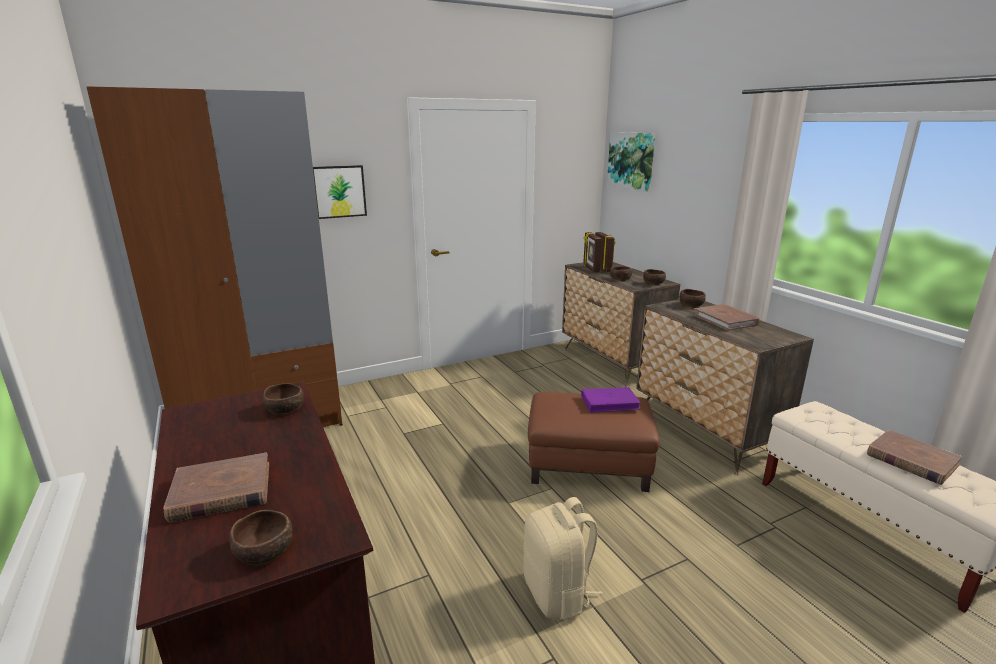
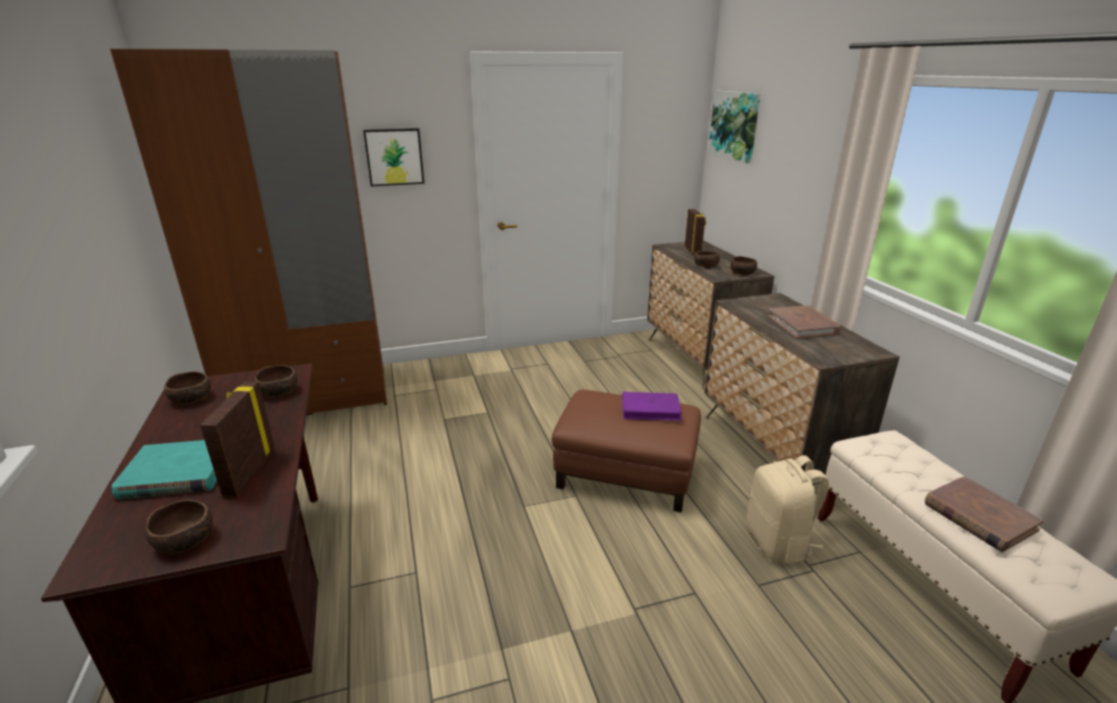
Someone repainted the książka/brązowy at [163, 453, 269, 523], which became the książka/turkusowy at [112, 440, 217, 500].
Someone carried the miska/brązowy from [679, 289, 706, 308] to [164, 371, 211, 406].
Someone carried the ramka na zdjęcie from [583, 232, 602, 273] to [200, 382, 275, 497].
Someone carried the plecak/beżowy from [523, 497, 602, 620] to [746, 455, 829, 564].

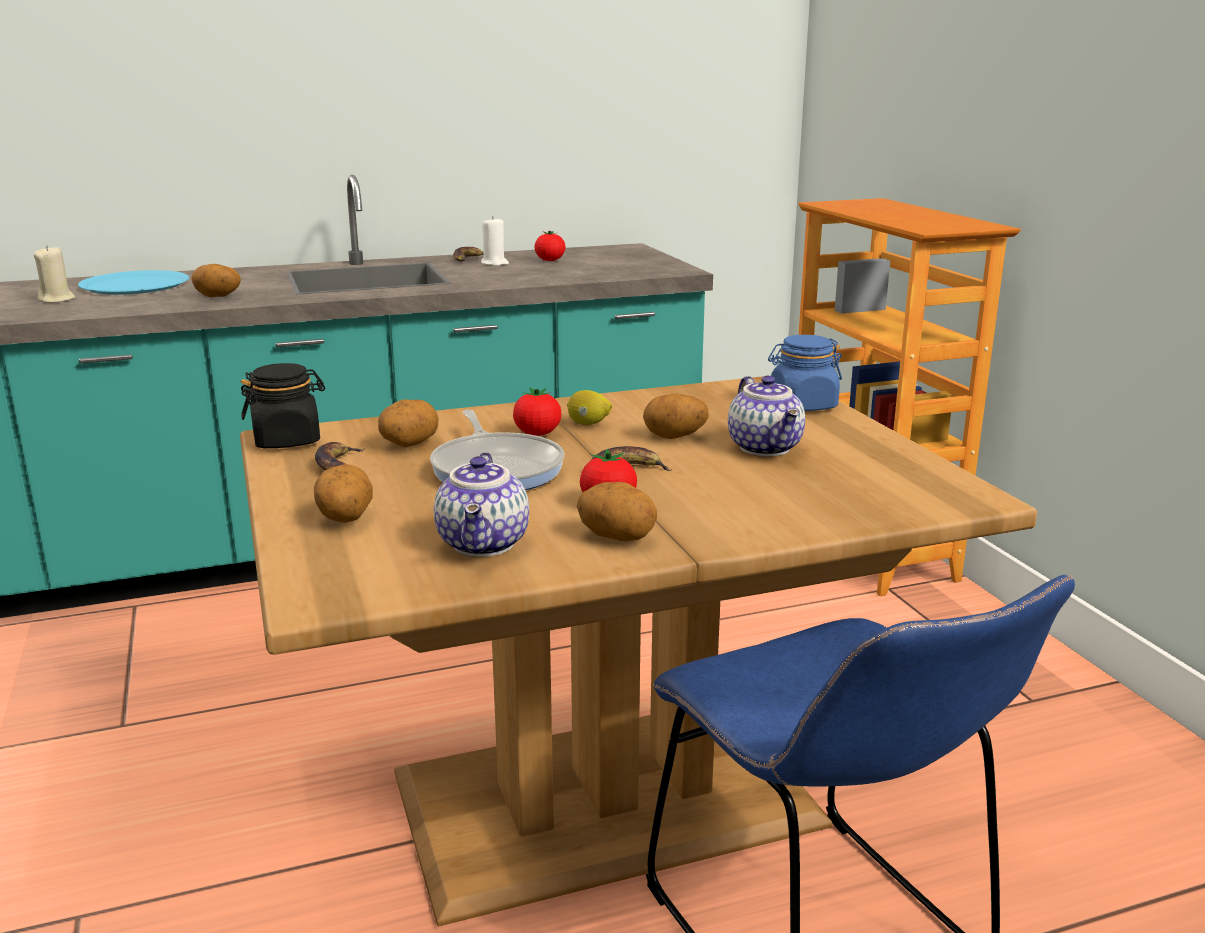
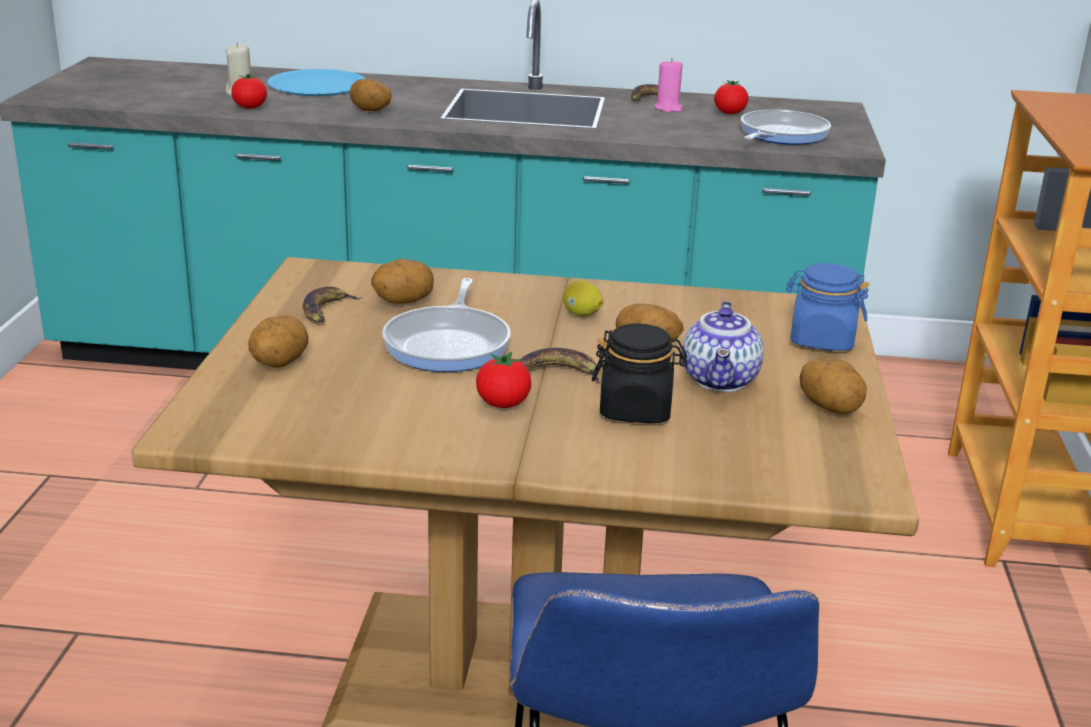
Someone carried the pomidor from [513, 388, 561, 436] to [231, 73, 267, 109].
Someone carried the słoik/czarny from [241, 363, 325, 448] to [592, 323, 687, 423].
Someone repainted the świeca/biały at [481, 216, 509, 266], which became the świeca/różowy at [654, 58, 683, 112].
Someone put down the patelnia at [741, 110, 831, 145].
Someone carried the ziemniak from [577, 482, 657, 542] to [800, 357, 867, 414].
Someone took away the imbryk at [434, 452, 529, 557].

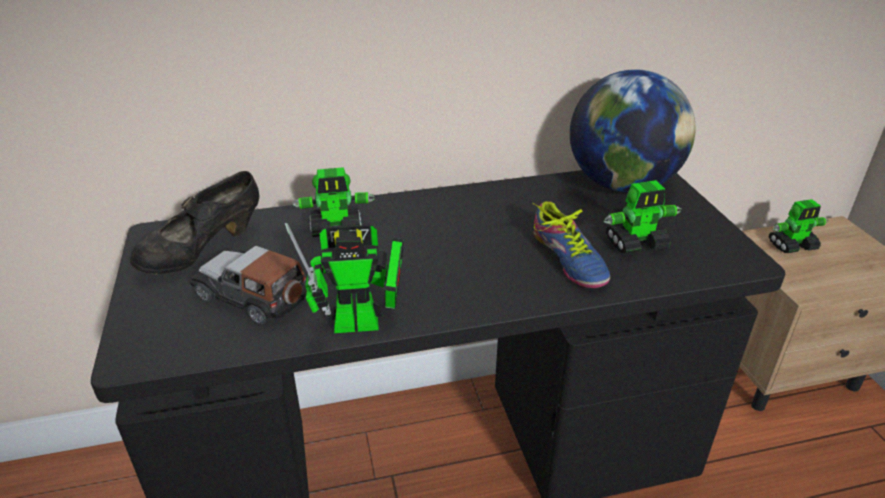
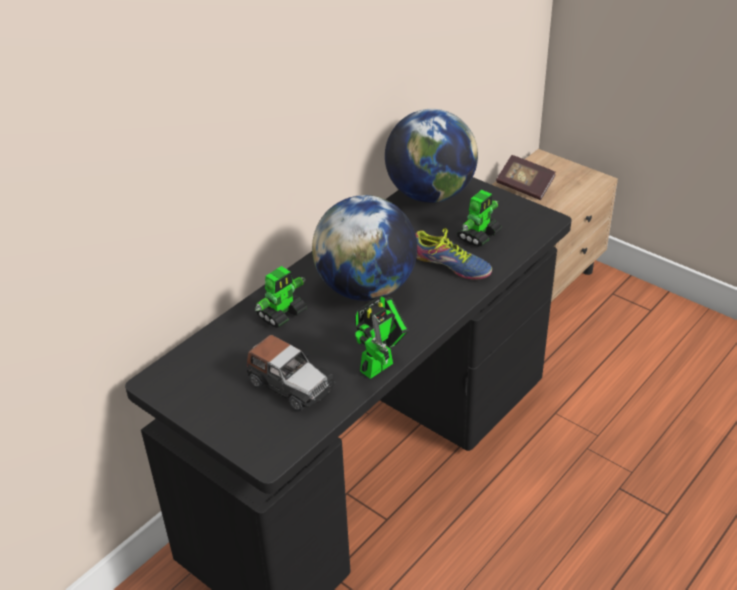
Someone rotated the samochodzik at [190, 245, 307, 325] by 135 degrees counterclockwise.
Someone put down the globus at [312, 195, 417, 301].
Someone swapped the robot zabawkowy at [768, 199, 828, 253] for the książka at [496, 155, 555, 200].
Someone took away the but/czarny at [130, 171, 259, 275].

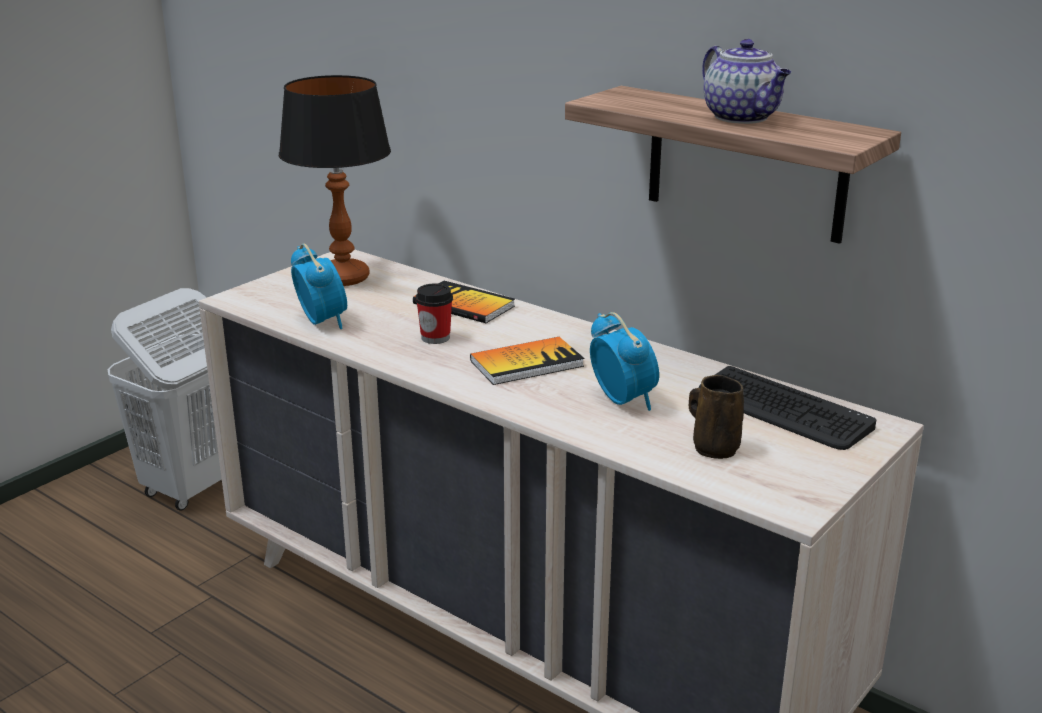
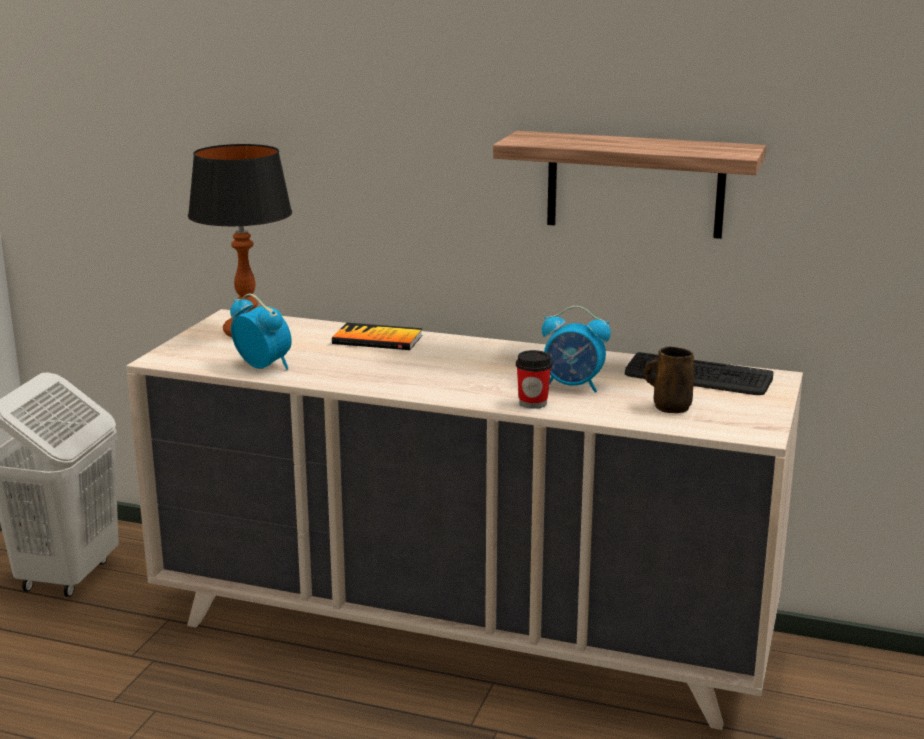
Someone carried the filiżanka from [415, 283, 453, 344] to [516, 350, 552, 409].
Someone rotated the budzik at [590, 312, 659, 411] by 150 degrees clockwise.
Someone took away the książka at [470, 337, 584, 385].
Someone took away the imbryk at [702, 39, 791, 124].

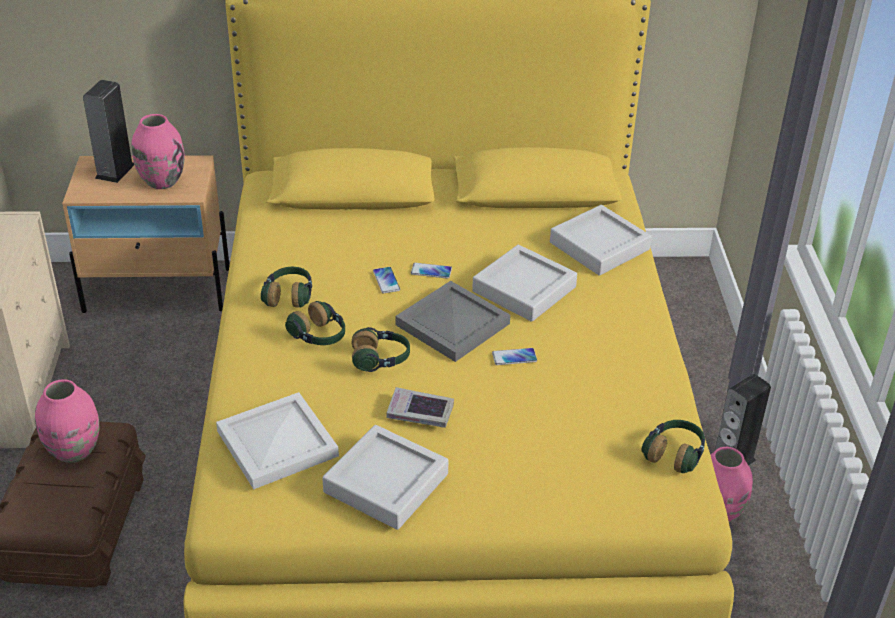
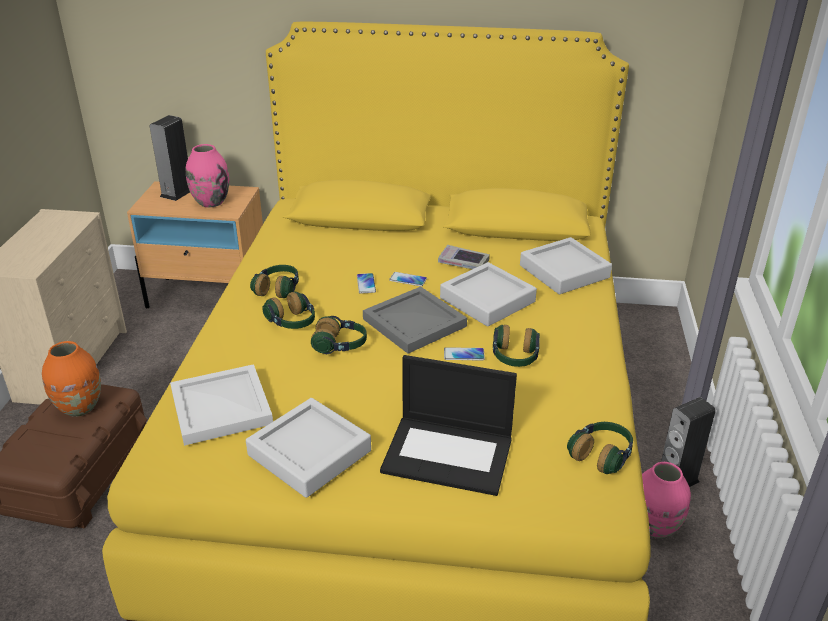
Someone repainted the wazon/różowy at [35, 379, 99, 463], which became the wazon/pomarańczowy at [42, 341, 101, 417].
Someone put down the laptop at [380, 355, 517, 496].
Someone carried the książka from [387, 387, 454, 428] to [438, 245, 490, 269].
Someone put down the słuchawki at [493, 325, 540, 367].

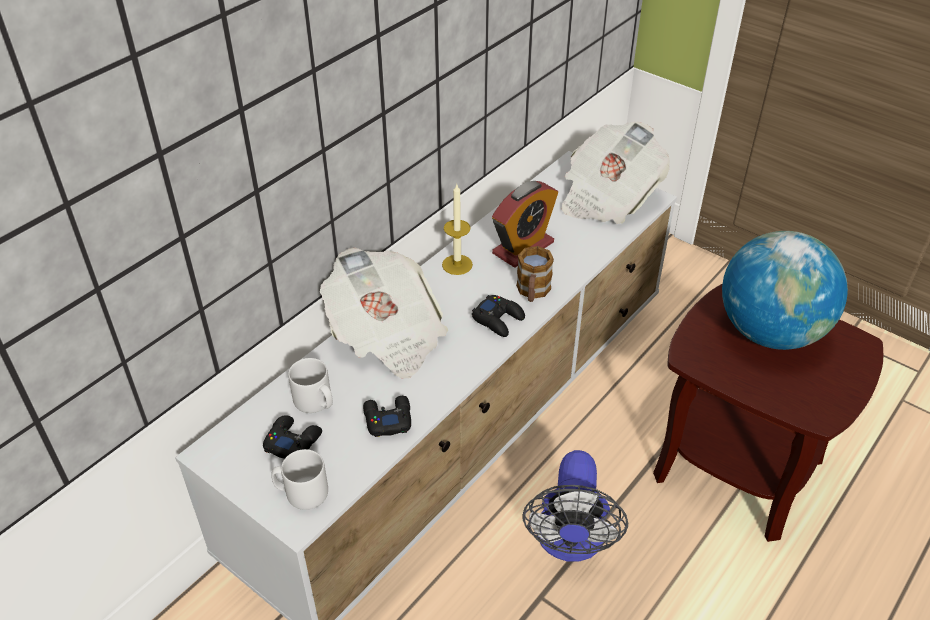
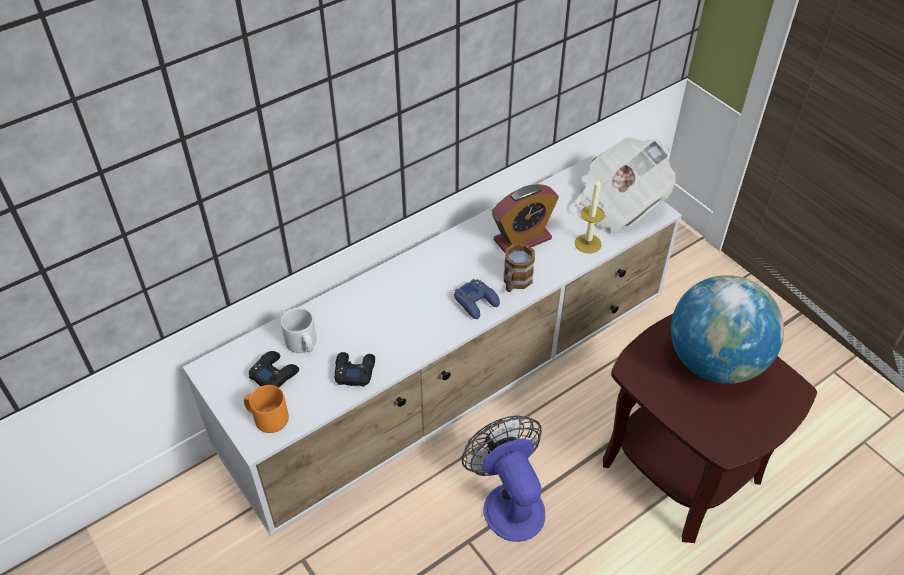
Someone repainted the kubek/szary at [271, 449, 328, 510], which became the kubek/pomarańczowy at [244, 385, 289, 433].
Someone repainted the pad do gier/czarny at [472, 295, 525, 337], which became the pad do gier/niebieski at [454, 279, 500, 319].
Someone rotated the wentylator at [522, 450, 628, 562] by 135 degrees clockwise.
Someone carried the świeca from [442, 184, 473, 275] to [575, 178, 605, 253].
Someone took away the gazeta at [320, 247, 448, 378].

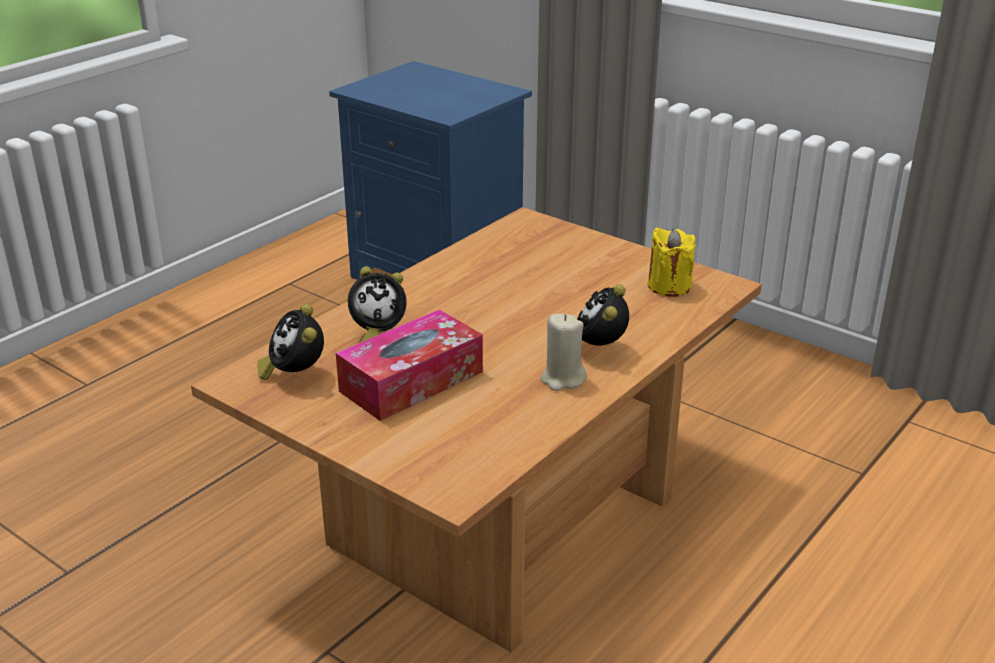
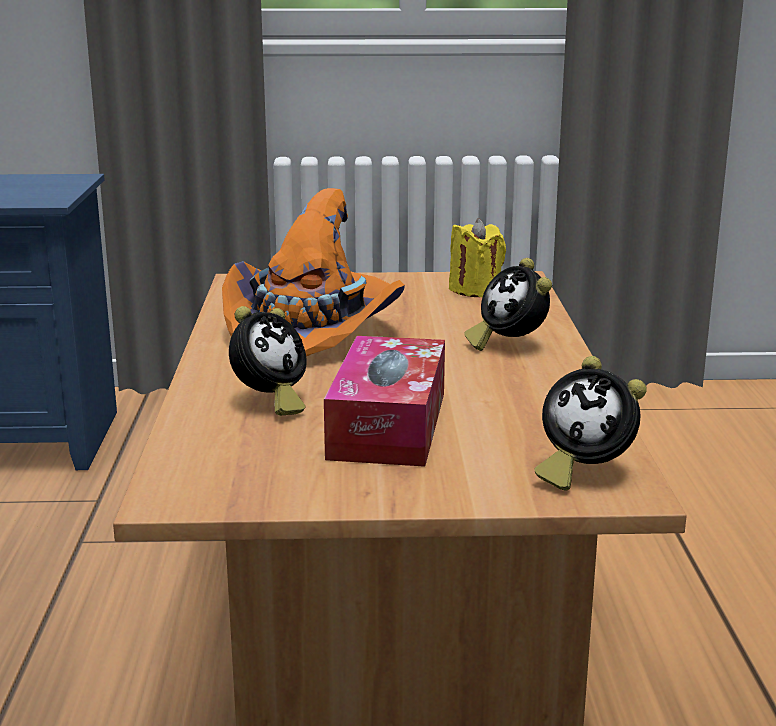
Someone put down the kapelusz/pomarańczowy at [222, 188, 405, 356].
Someone carried the budzik from [257, 304, 324, 380] to [535, 356, 647, 490].
Someone took away the świeca/beżowy at [541, 313, 587, 391].

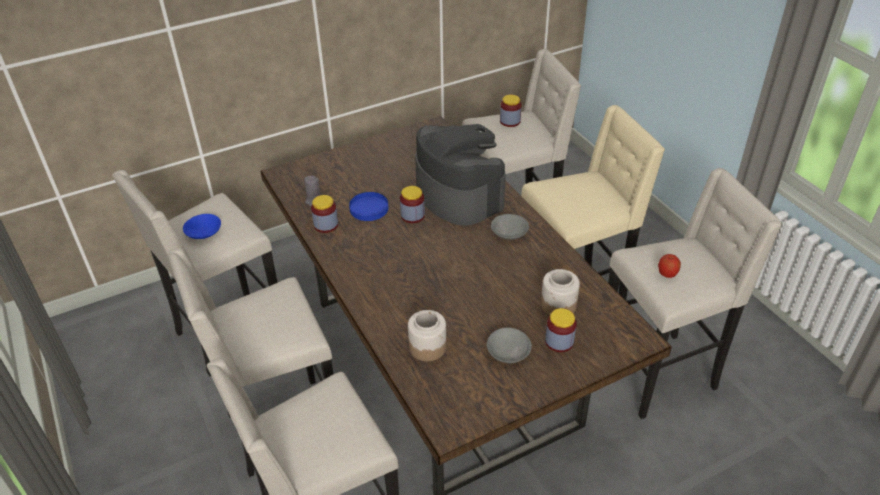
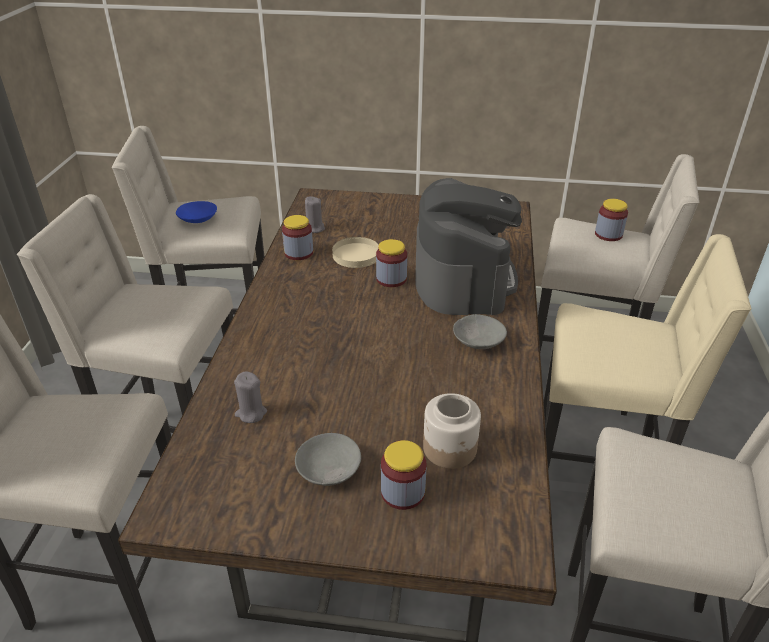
Someone swapped the słoik at [408, 310, 446, 361] for the świeca/szary at [234, 371, 267, 423].
Someone repainted the talerz/niebieski at [349, 192, 389, 221], which became the talerz/beżowy at [332, 237, 379, 268].
Someone took away the jabłko at [658, 254, 681, 278].

